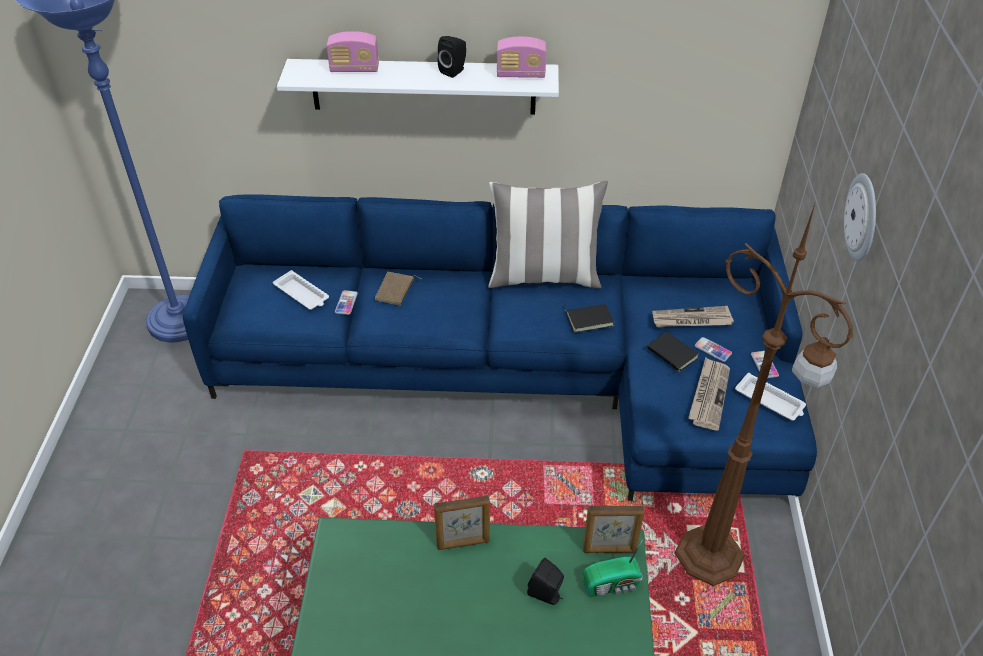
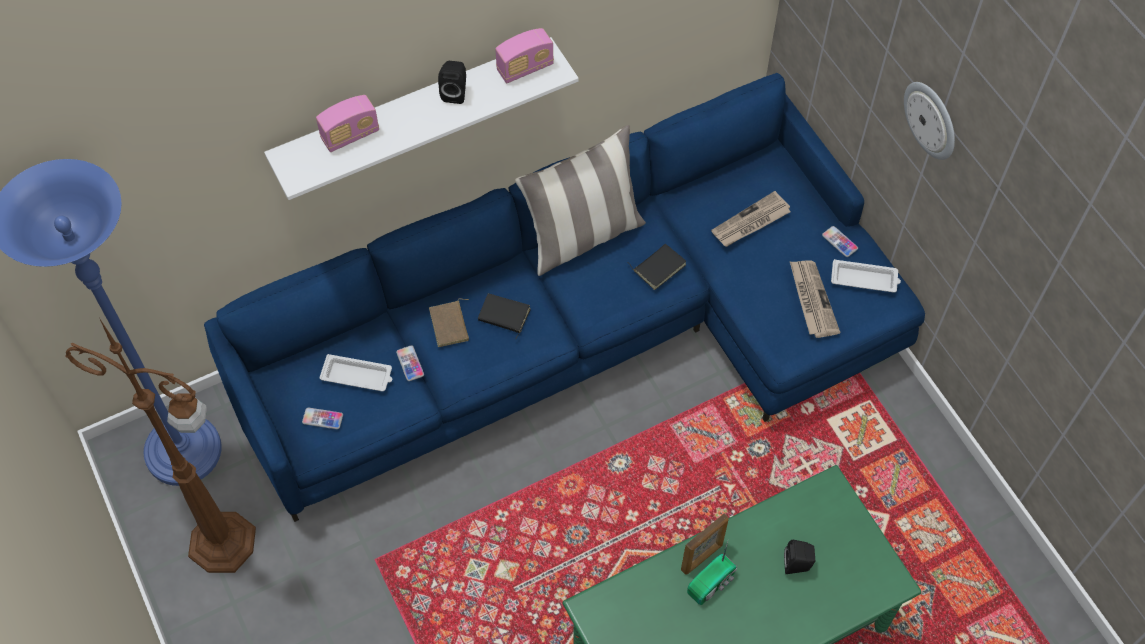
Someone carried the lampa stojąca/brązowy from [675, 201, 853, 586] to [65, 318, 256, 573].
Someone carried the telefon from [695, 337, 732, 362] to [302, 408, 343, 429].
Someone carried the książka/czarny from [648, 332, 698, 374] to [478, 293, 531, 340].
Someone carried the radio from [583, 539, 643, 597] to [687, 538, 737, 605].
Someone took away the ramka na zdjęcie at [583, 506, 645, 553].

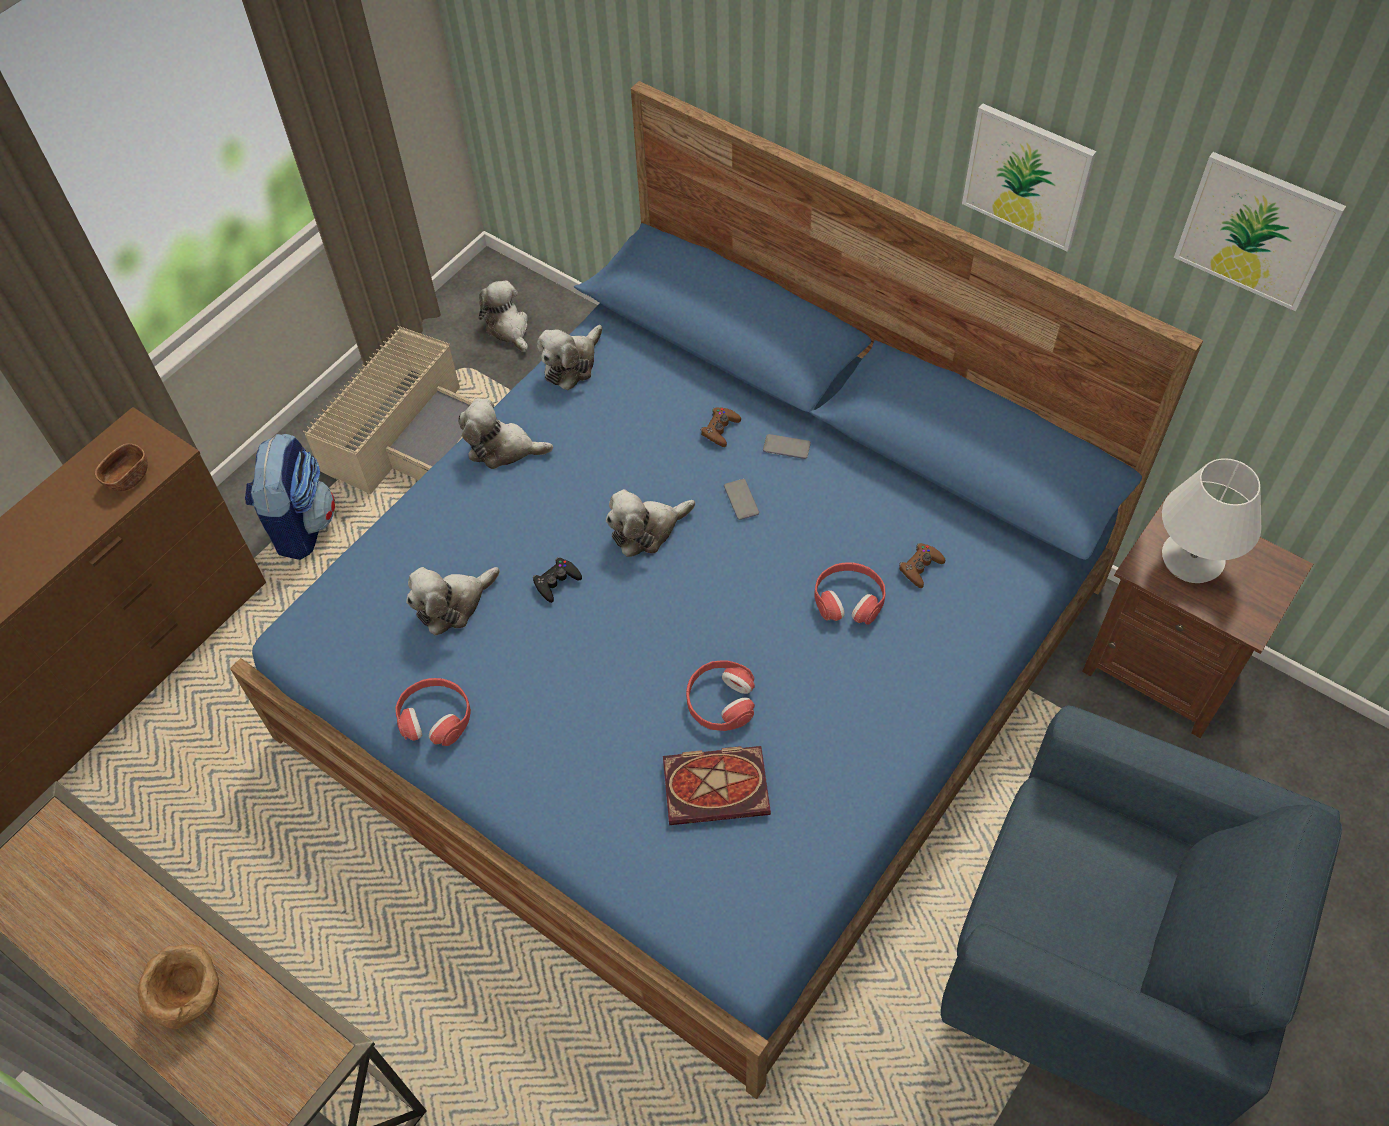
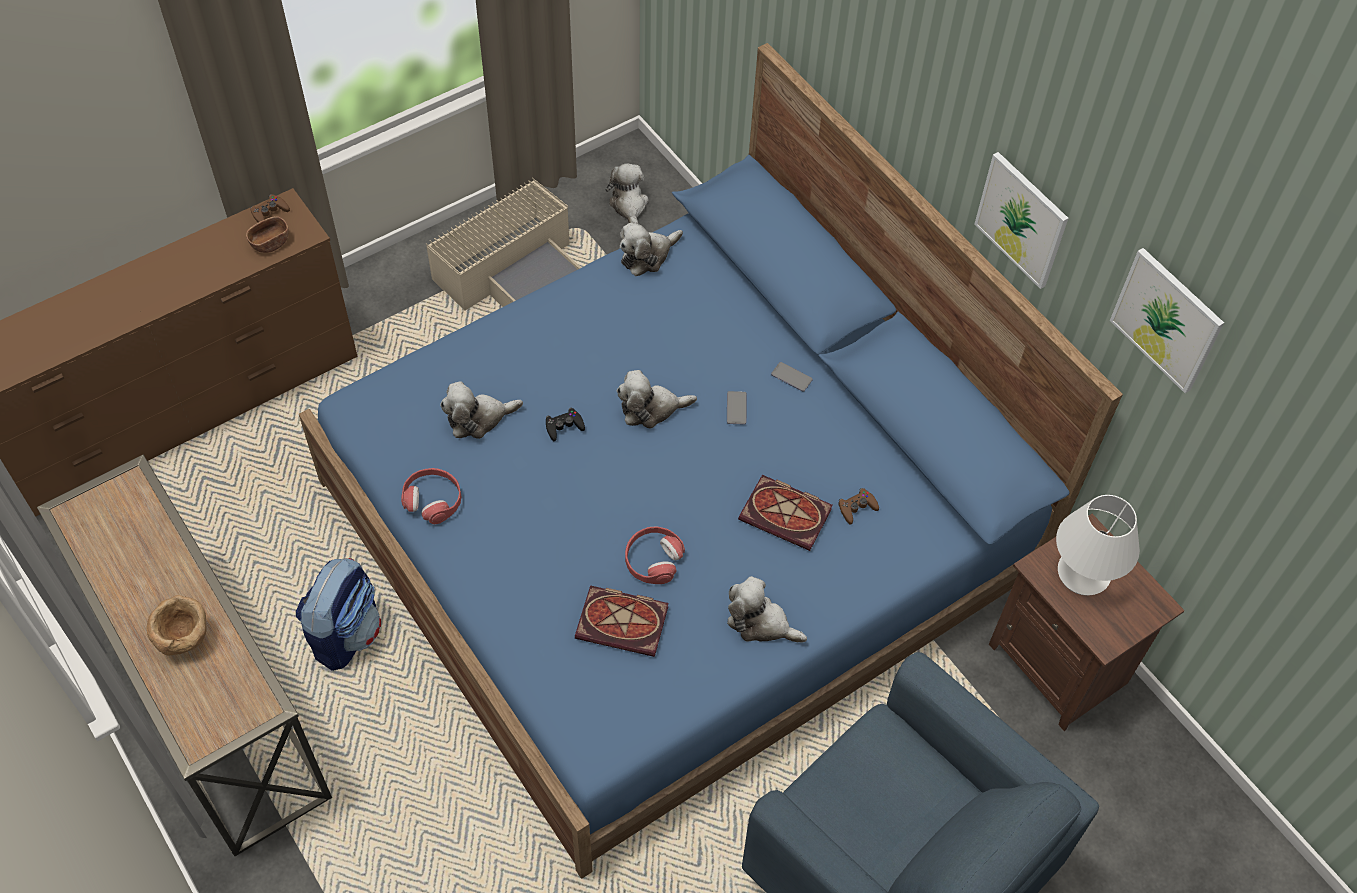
Someone carried the pad do gier/brązowy from [701, 407, 741, 447] to [250, 194, 290, 222].
Someone carried the plecak from [245, 434, 335, 560] to [296, 558, 381, 671].
Someone carried the pluszak from [458, 398, 553, 469] to [727, 576, 807, 643].
Someone swapped the słuchawki/czerwony at [814, 562, 886, 625] for the książka at [738, 475, 832, 551].

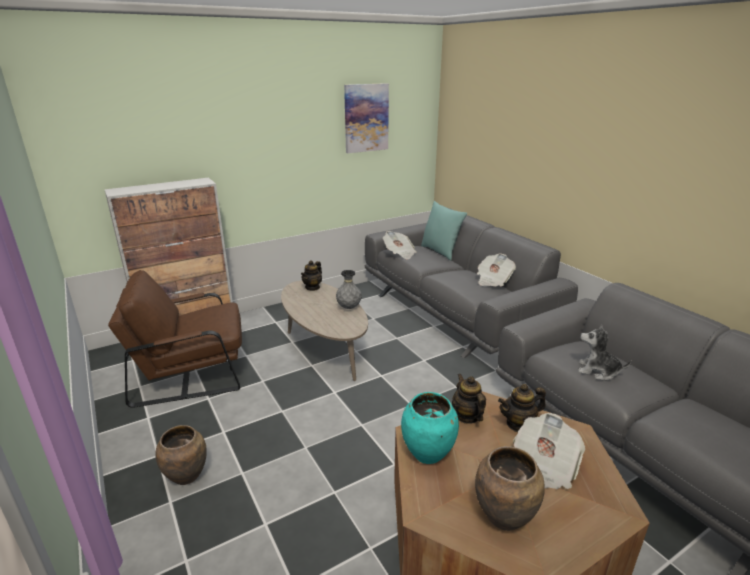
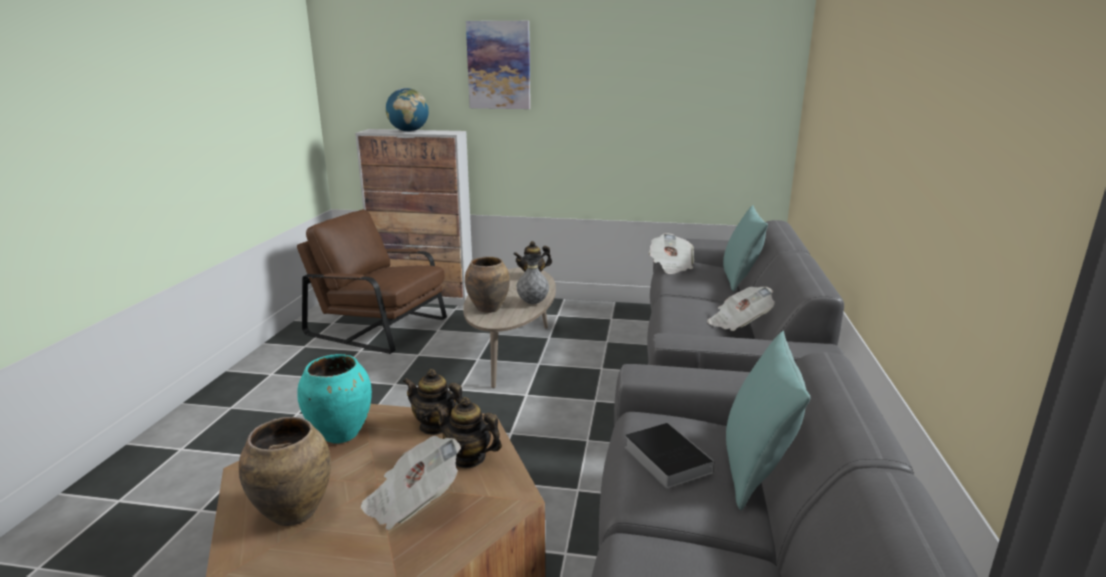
Someone put down the globus at [386, 88, 429, 132].
Someone rotated the imbryk at [452, 374, 486, 424] by 90 degrees counterclockwise.
Someone carried the wazon/brązowy from [156, 425, 207, 485] to [465, 257, 510, 313].
Someone carried the obraz from [344, 83, 389, 153] to [466, 21, 530, 109].
Someone swapped the pluszak at [578, 325, 632, 380] for the książka at [625, 423, 714, 489].
Someone put down the poduszka/turkusowy at [726, 331, 811, 510].

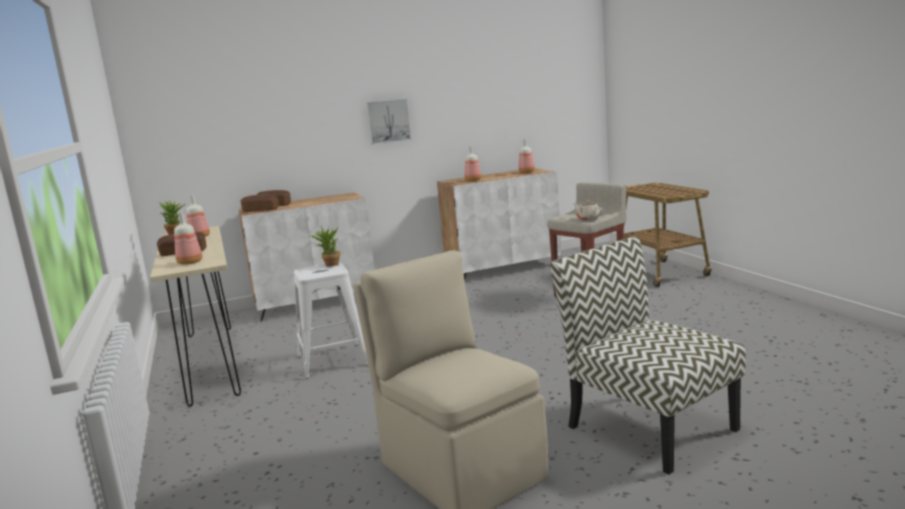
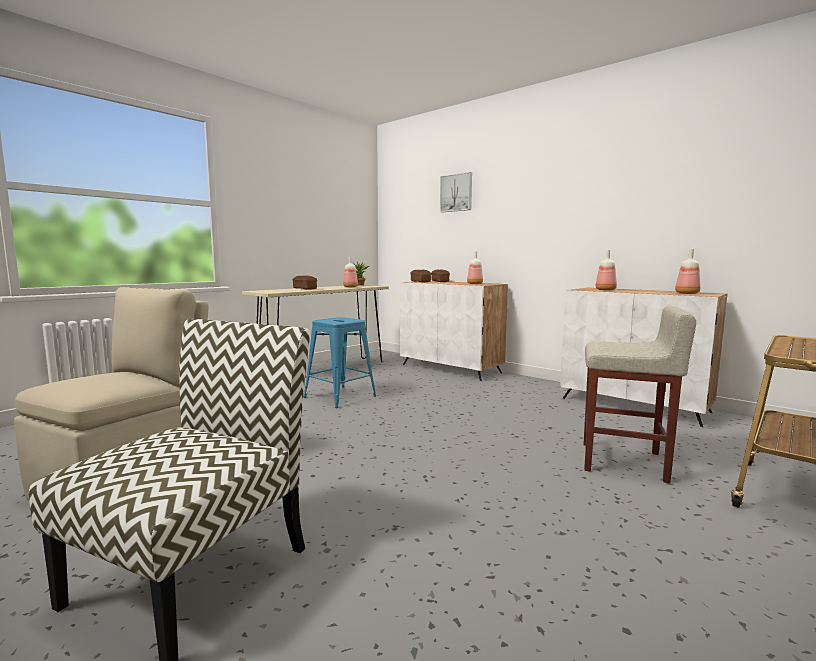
Someone repainted the stołek/biały at [294, 263, 368, 379], which became the stołek/niebieski at [304, 317, 376, 408].
Someone carried the obraz from [366, 98, 412, 144] to [440, 172, 472, 212].
Someone carried the butelka from [174, 212, 202, 265] to [467, 251, 483, 284].
Someone took away the roślina doniczkowa at [310, 226, 340, 267].
Someone took away the imbryk/beżowy at [573, 200, 602, 220].

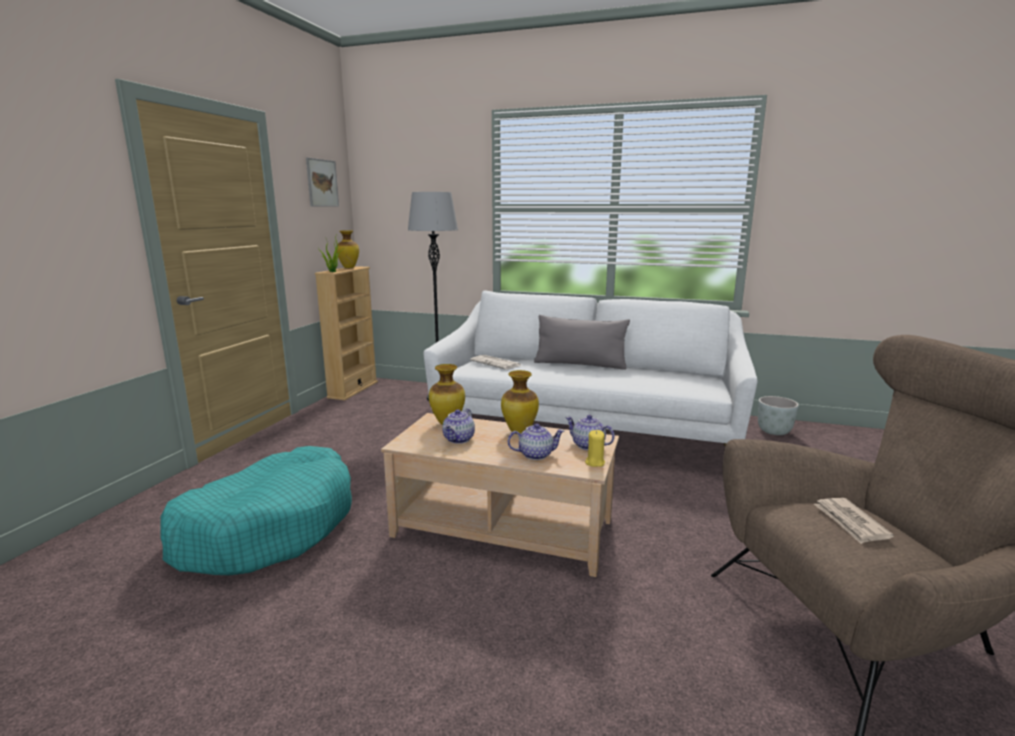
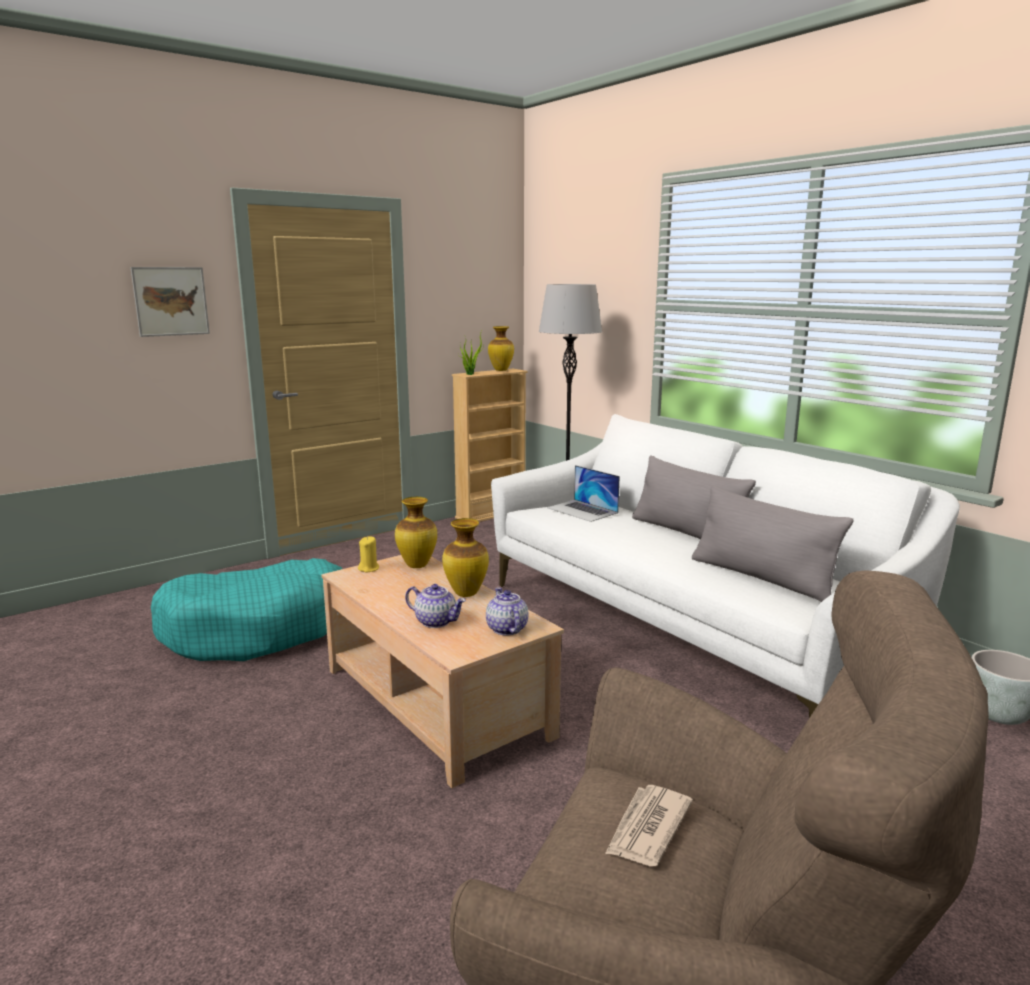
Someone carried the obraz from [306, 157, 339, 207] to [130, 267, 210, 337].
Someone carried the świeca/żółty from [585, 430, 605, 467] to [358, 536, 379, 572].
Someone swapped the gazeta at [470, 355, 521, 370] for the laptop at [547, 465, 620, 522].
Someone put down the poduszka/szary at [692, 485, 853, 602].
Someone took away the imbryk at [442, 408, 475, 444].

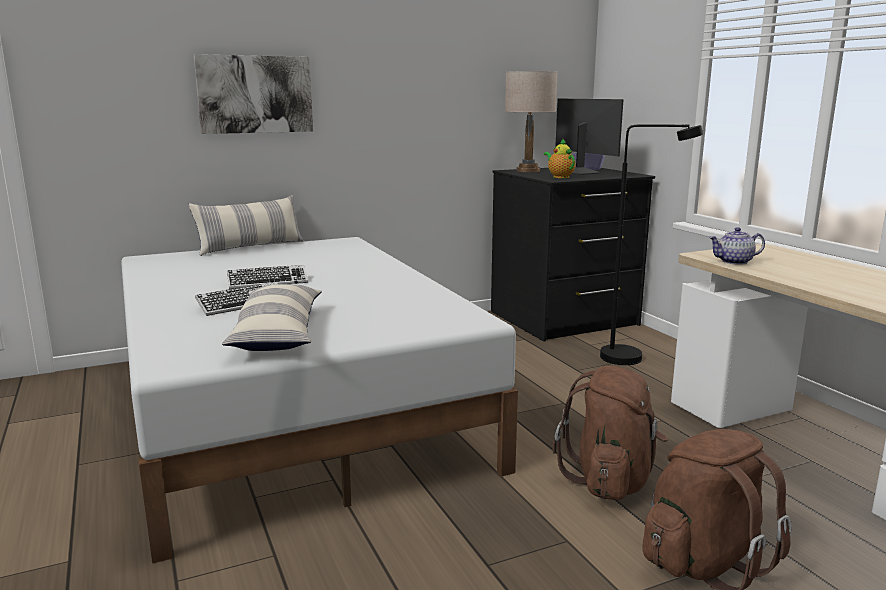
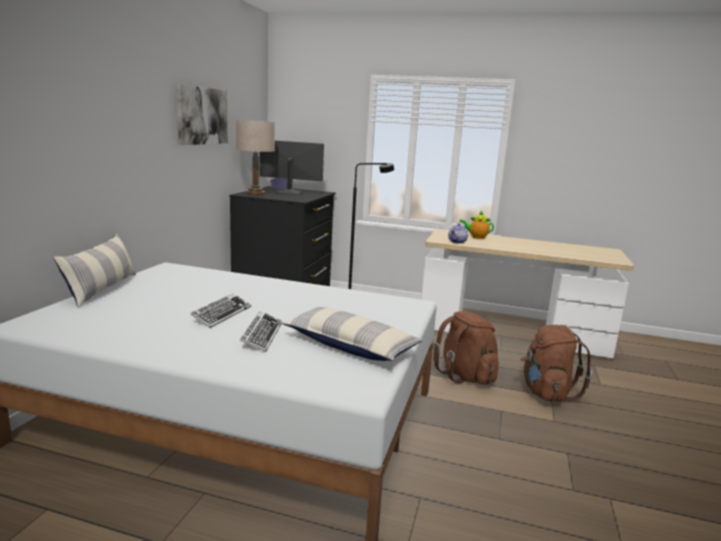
Someone carried the obraz from [194, 54, 313, 134] to [176, 84, 228, 145].
Someone carried the imbryk from [544, 139, 576, 178] to [460, 211, 494, 239].

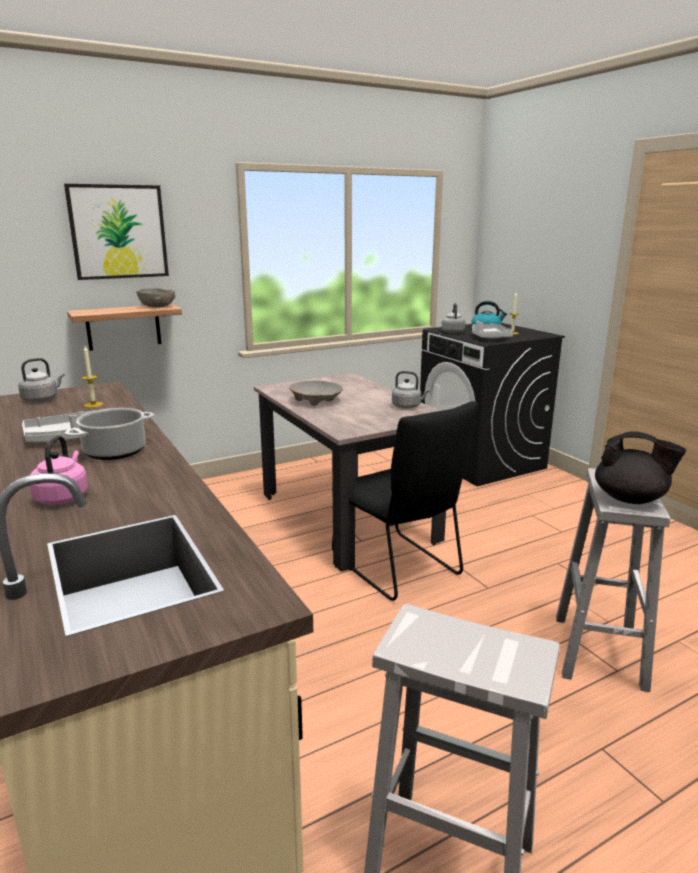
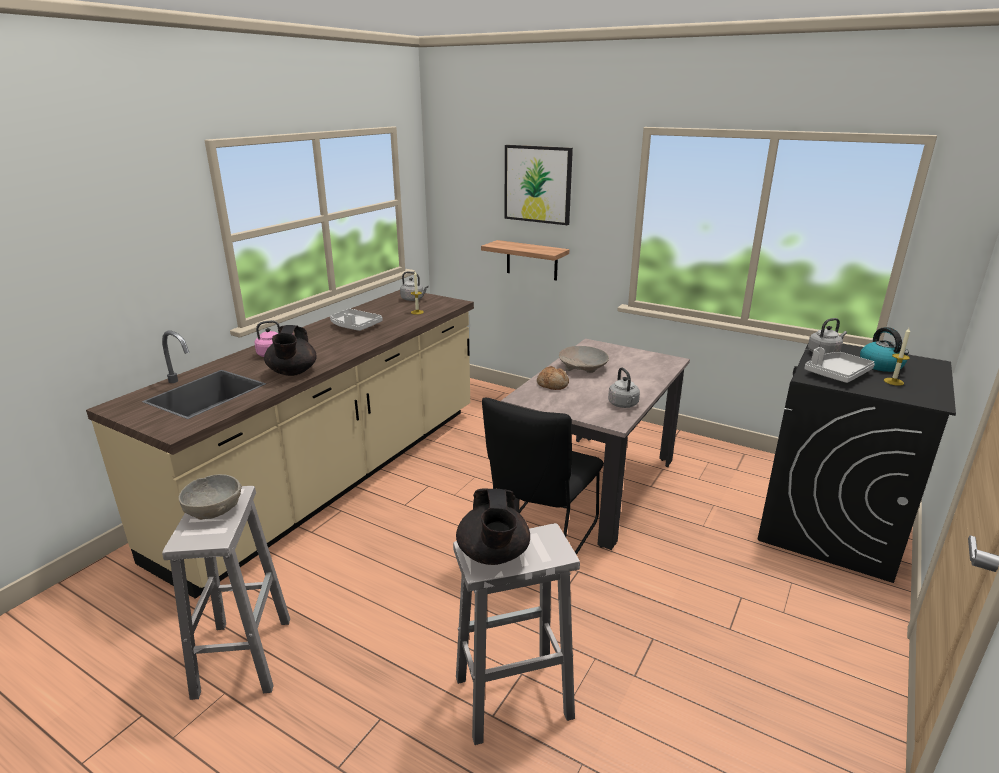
Someone carried the miska/szary from [137, 288, 175, 308] to [179, 474, 242, 520].
Someone put down the imbryk/czarny at [264, 325, 317, 376].
Someone put down the chleb at [537, 366, 569, 390].
Someone took away the garnek at [65, 408, 154, 460].

